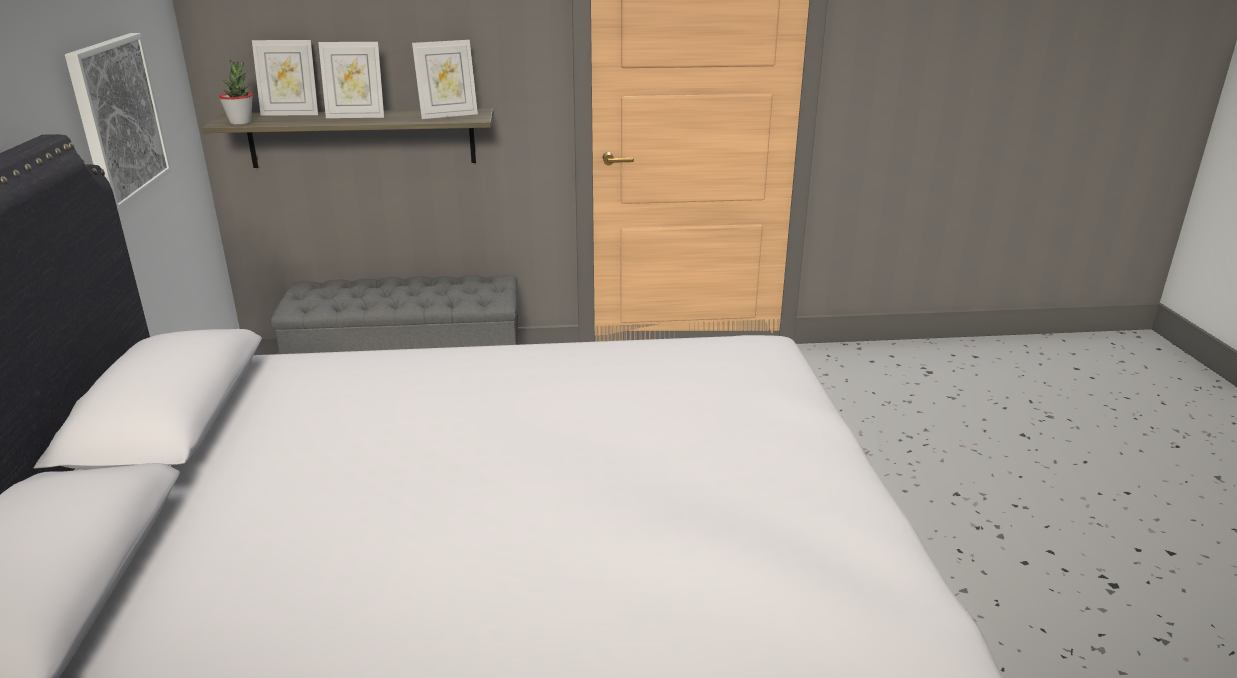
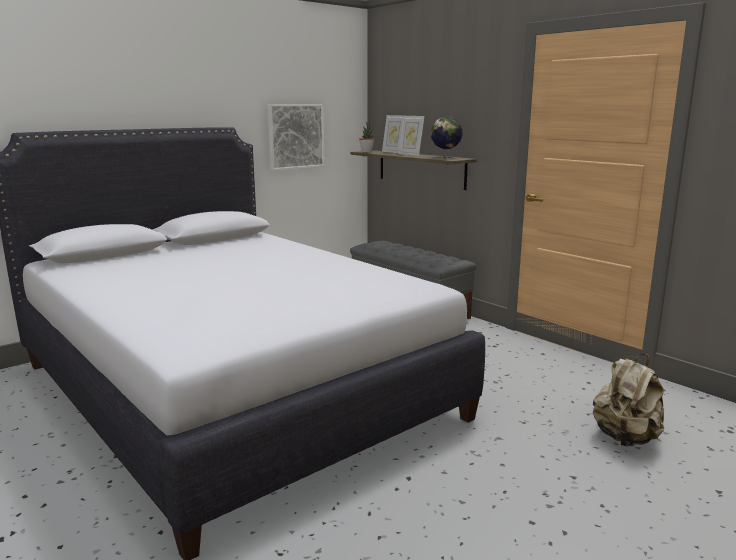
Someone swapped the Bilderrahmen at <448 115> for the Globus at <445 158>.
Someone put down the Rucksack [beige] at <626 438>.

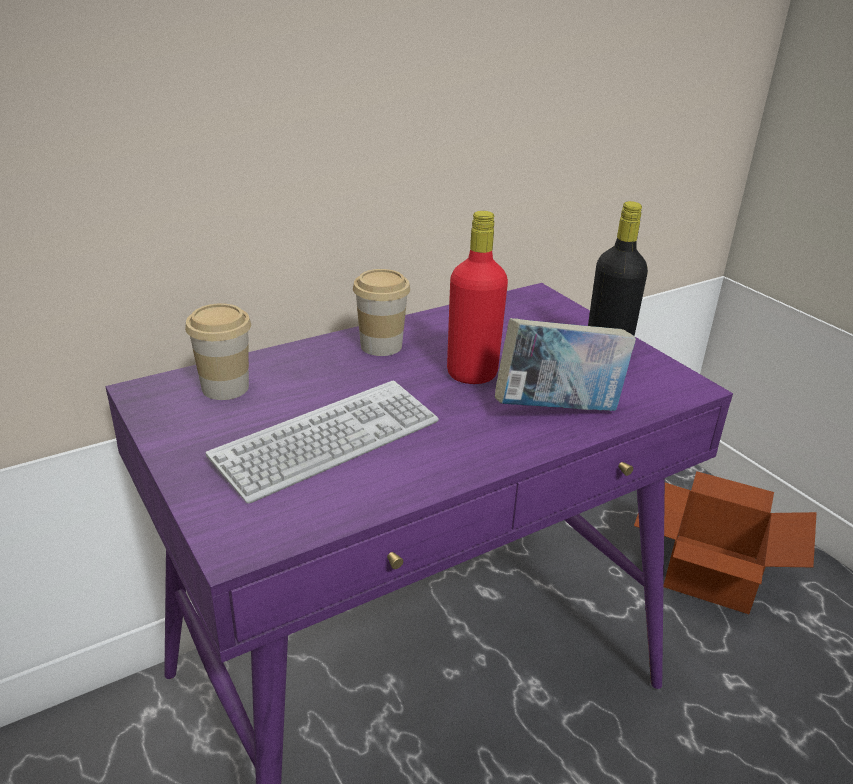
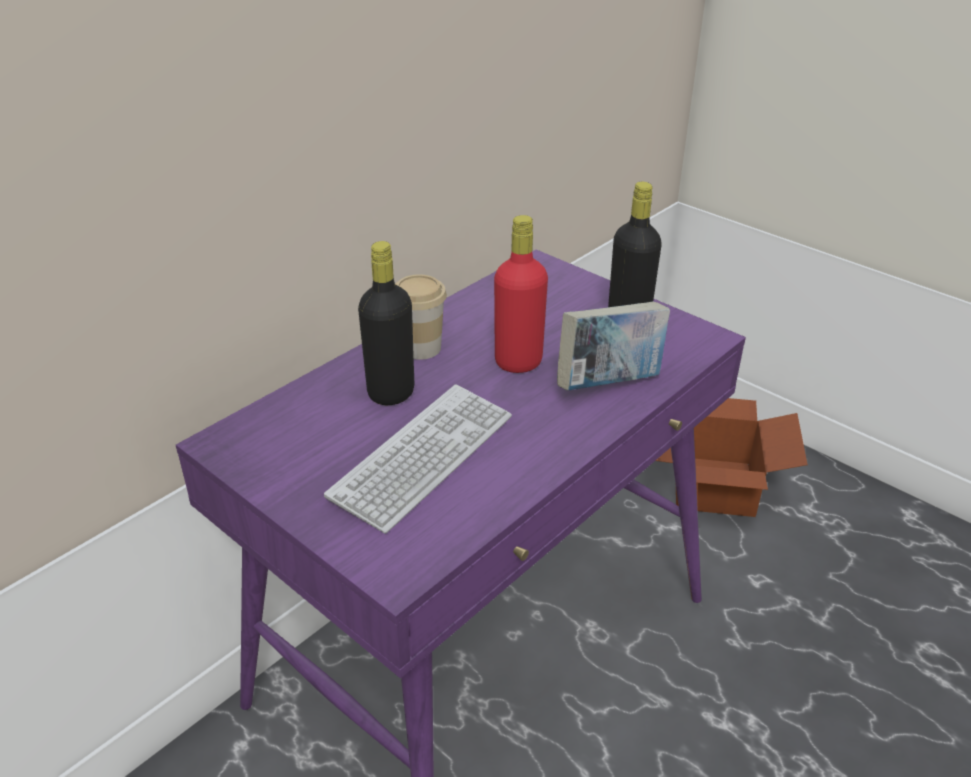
Someone put down the Flasche [schwarz] at <391 392>.
Someone took away the Tasse at <225 388>.

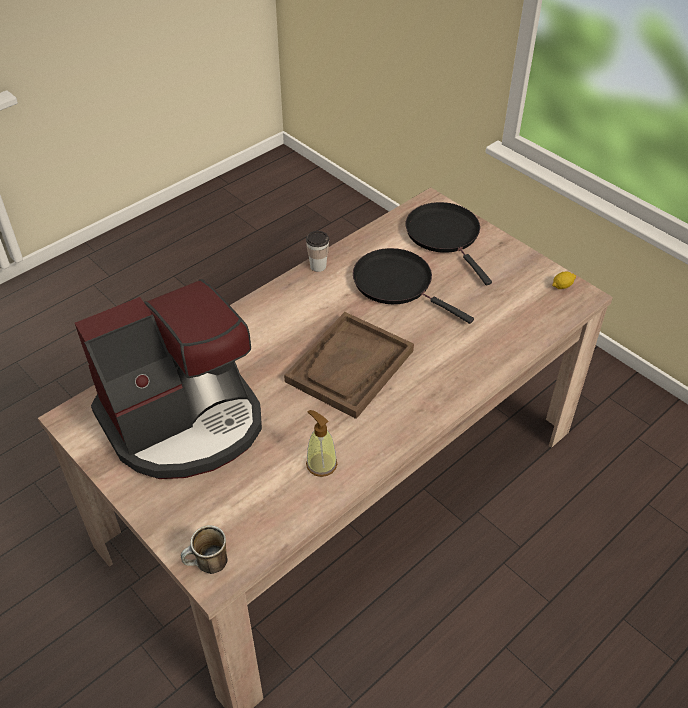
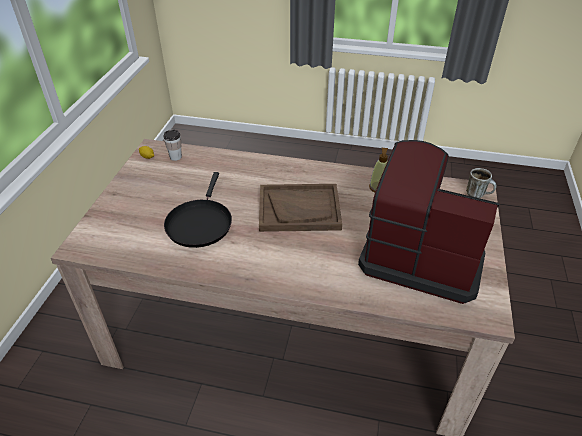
Someone carried the Tasse from <318 266> to <175 157>.
Someone took away the Pfanne [schwarz] at <445 235>.

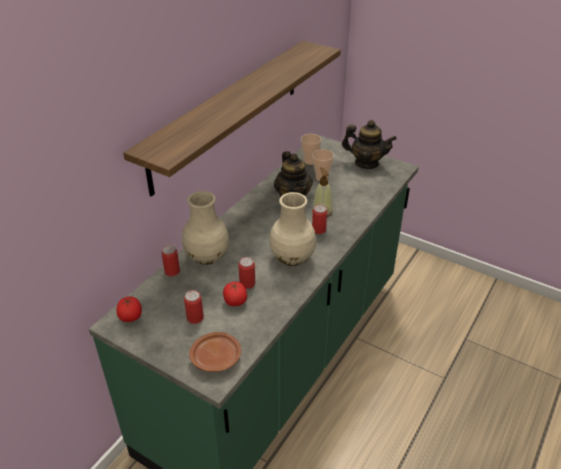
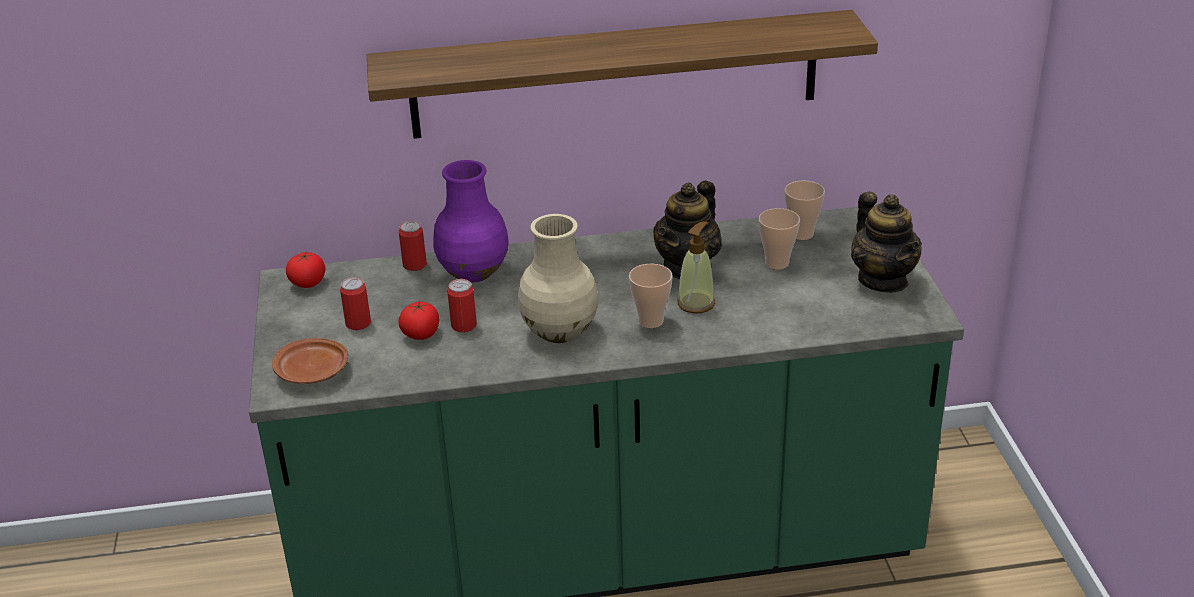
Someone repainted the Vase [beige] at <206 256>, which became the Vase [lila] at <473 271>.
Someone swapped the Dose at <319 230> for the Tasse at <651 321>.

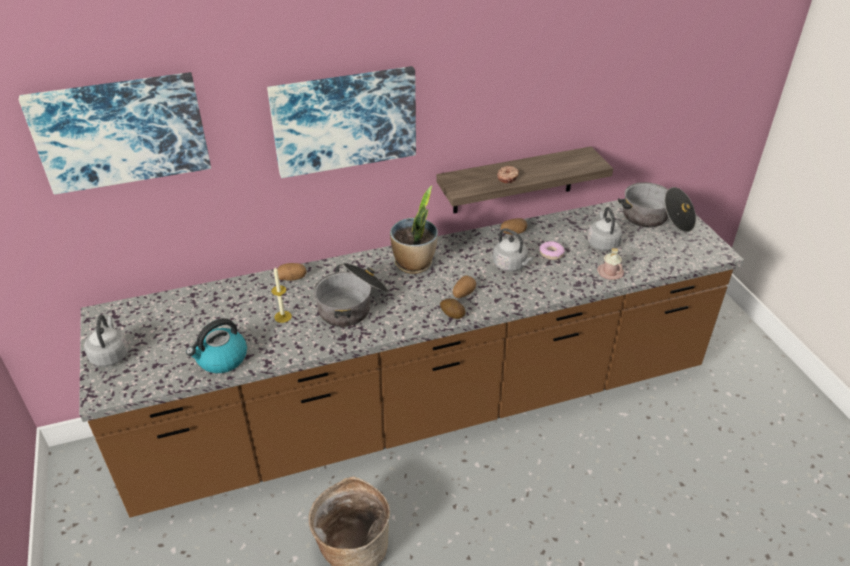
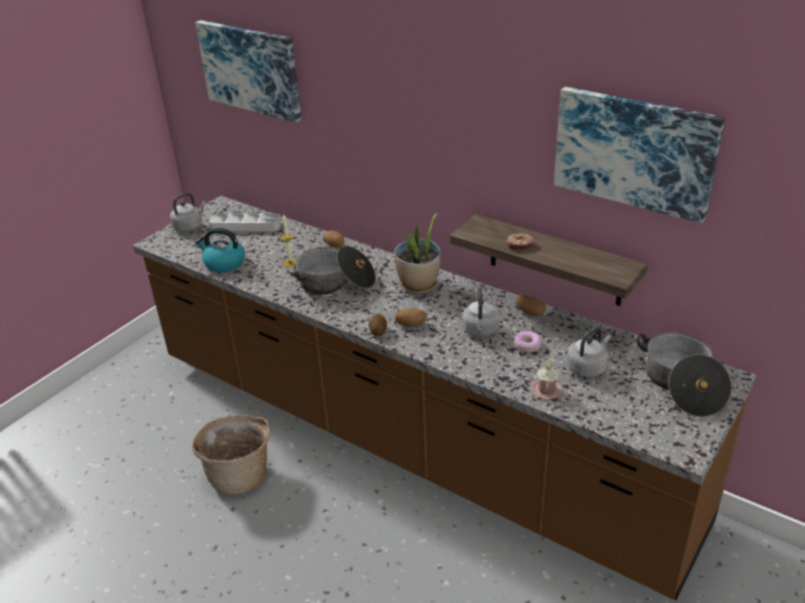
Someone put down the Tablett [grau] at <246 226>.
Someone carried the Bild from <344 120> to <635 151>.

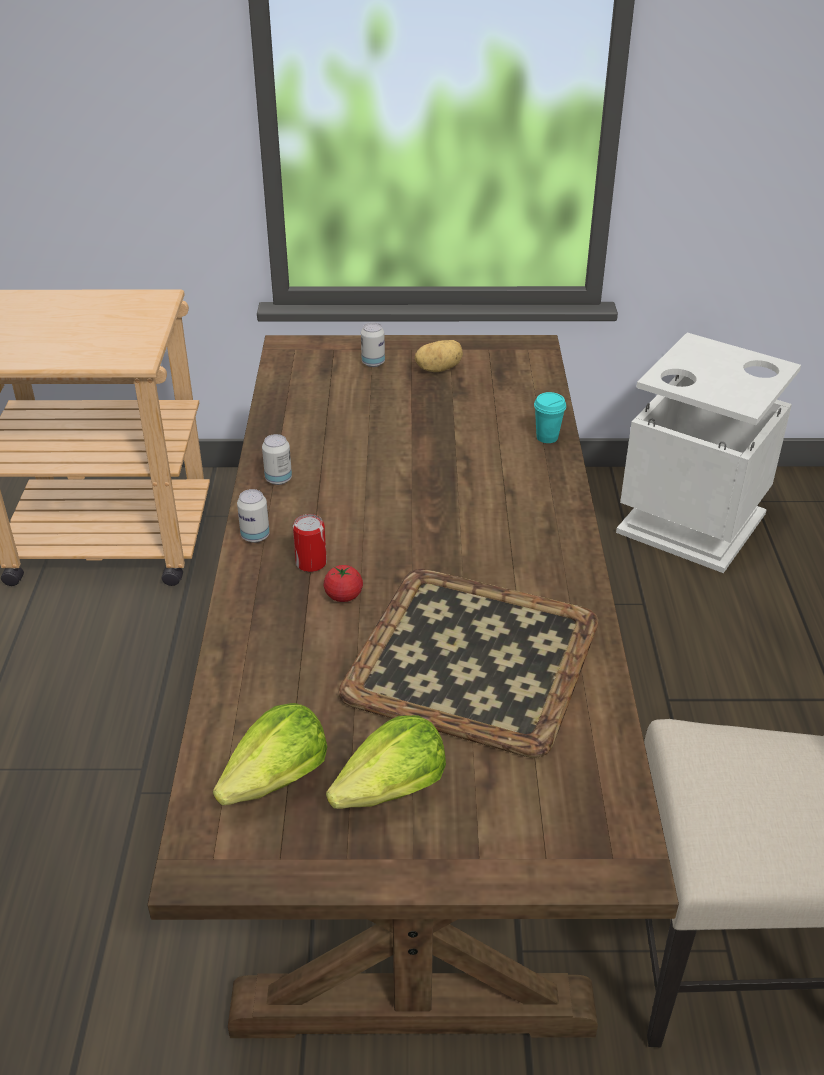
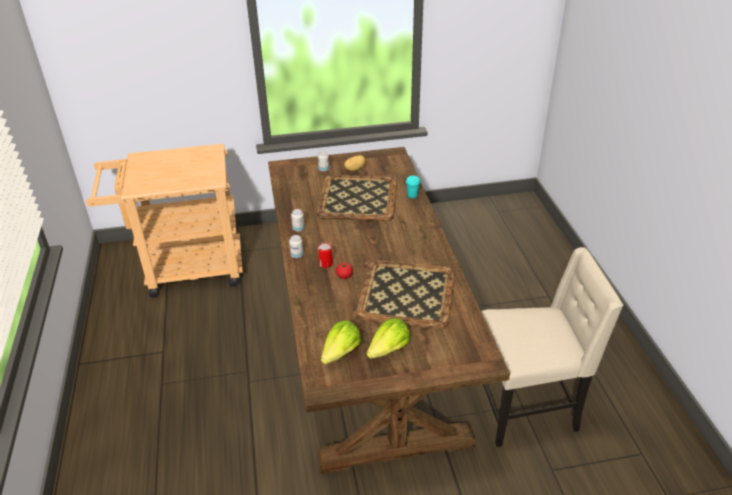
Someone put down the Tablett at <357 197>.
Someone took away the Mülleimer [weiß] at <693 523>.

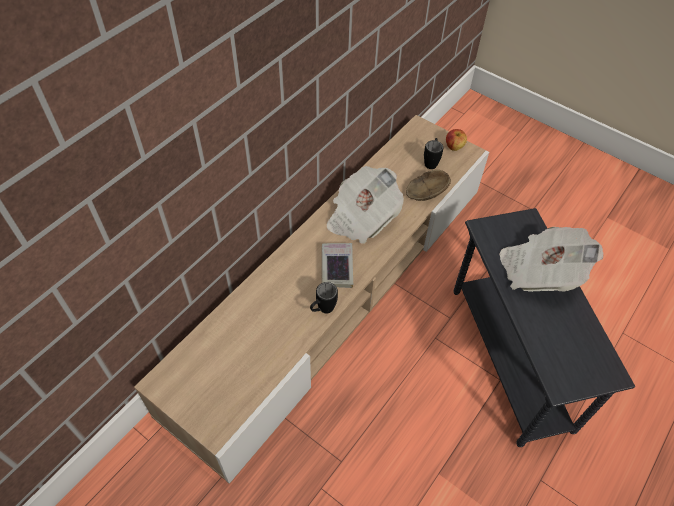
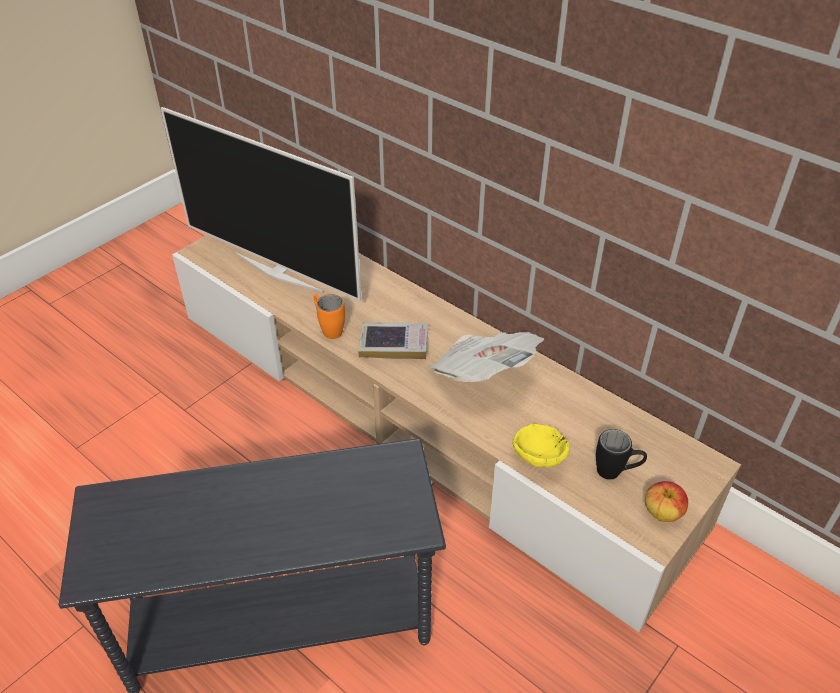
Someone put down the Fernseher at <279 271>.
Someone repainted the Henkelbecher [schwarz] at <322 310>, which became the Henkelbecher [orange] at <328 329>.
Someone repainted the Schüssel [braun] at <425 193>, which became the Schüssel [gelb] at <539 455>.
Someone took away the Zeitung at <540 271>.

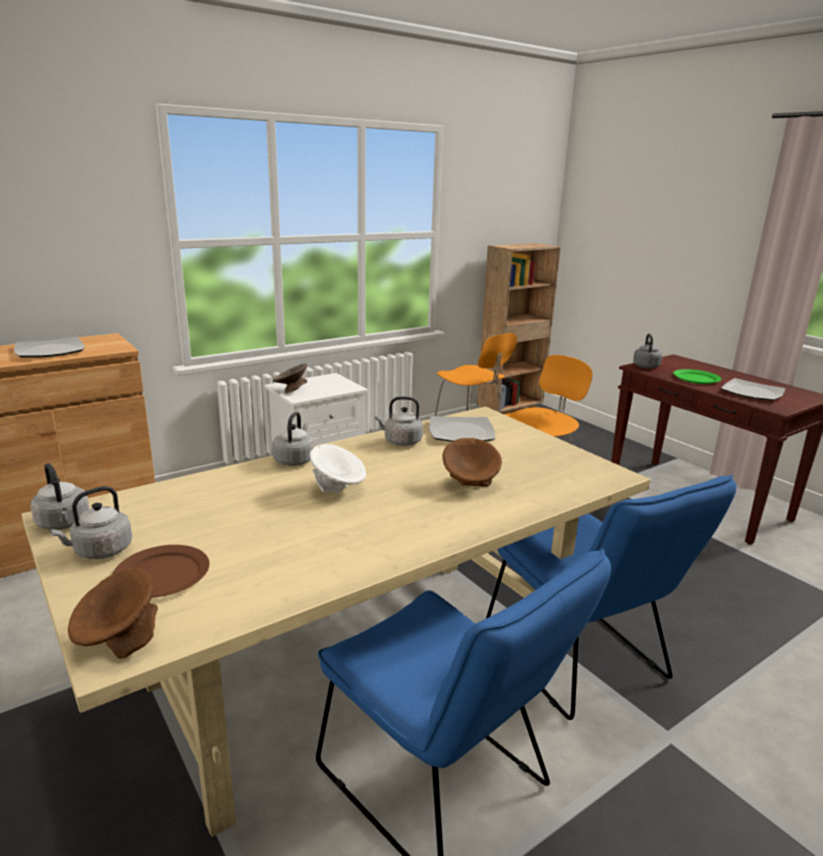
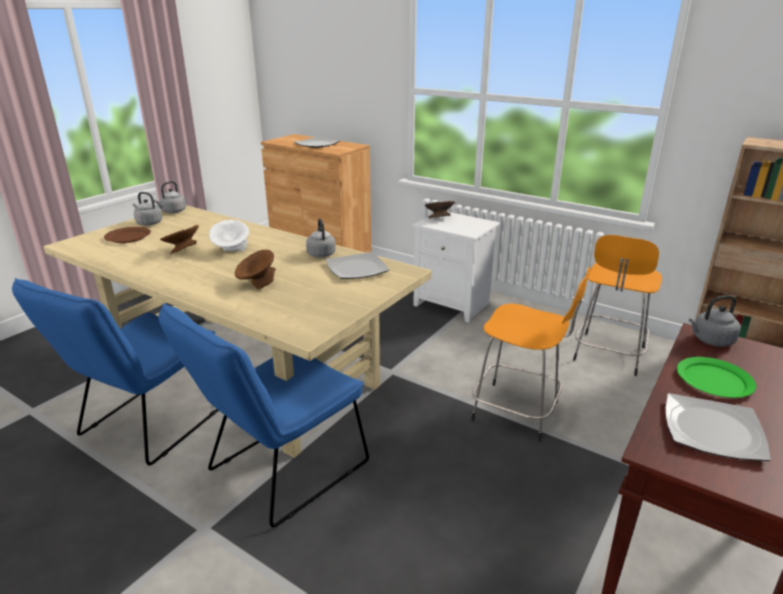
Someone carried the Schüssel [braun] from <118 641> to <182 250>.
Someone took away the Wasserkessel [grau] at <294 460>.

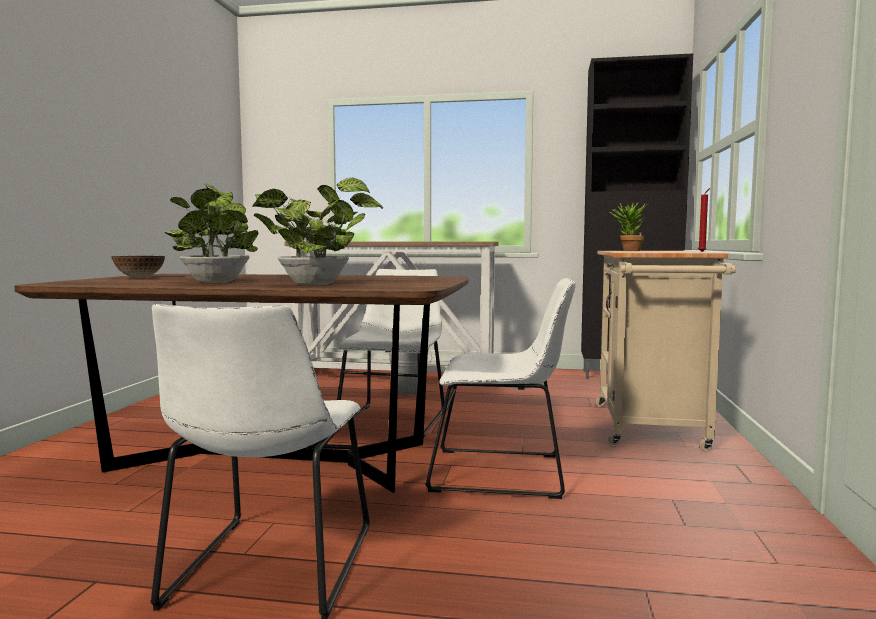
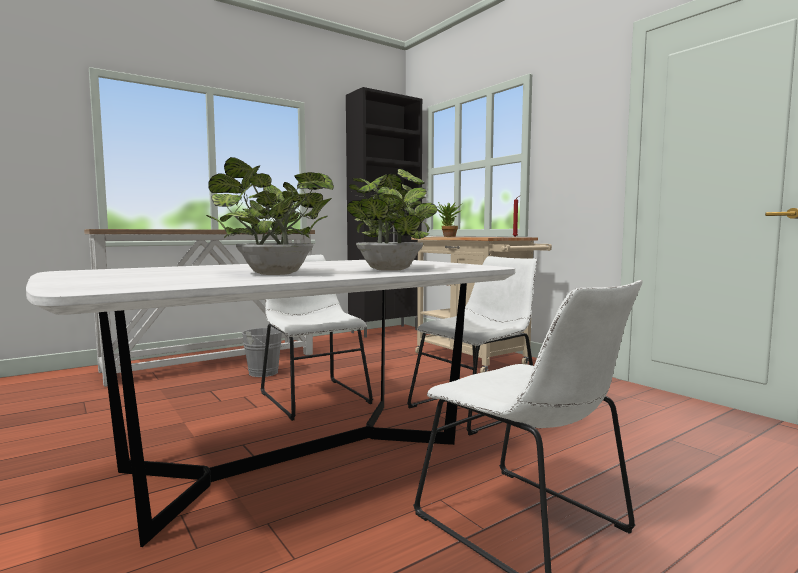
Someone repainted the Esstisch [braun] at <272 457>, which became the Esstisch [weiß] at <296 457>.
Someone took away the Schüssel at <140 277>.

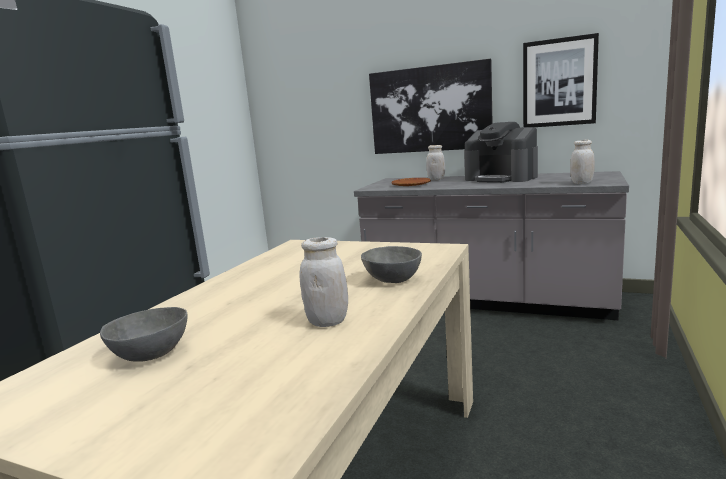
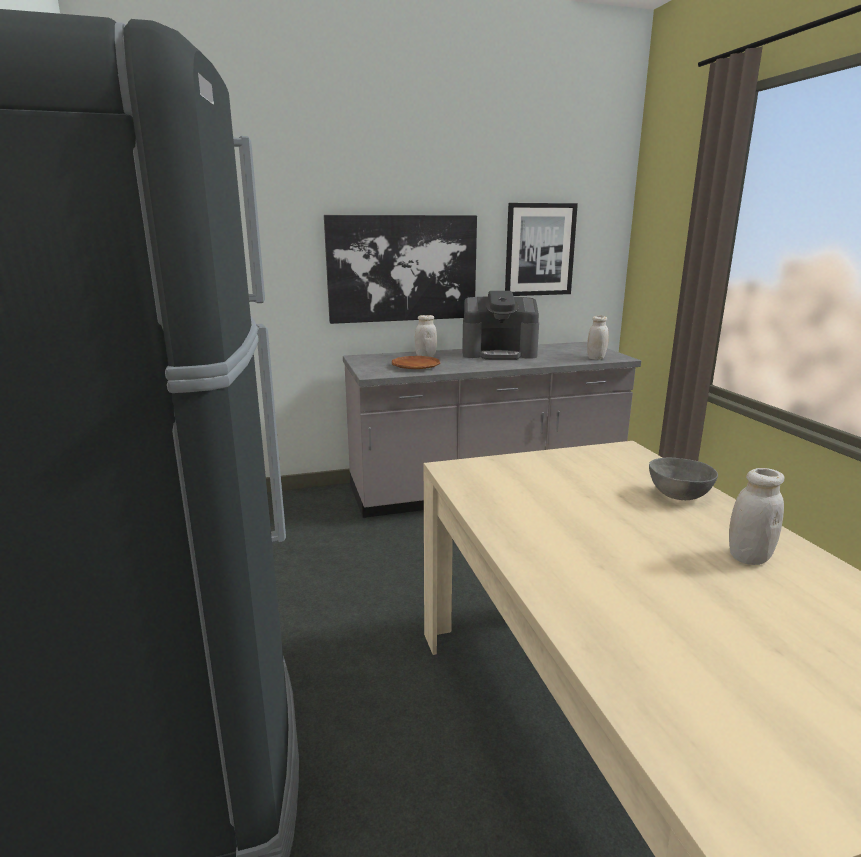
Someone took away the Schüssel [grau] at <152 355>.

